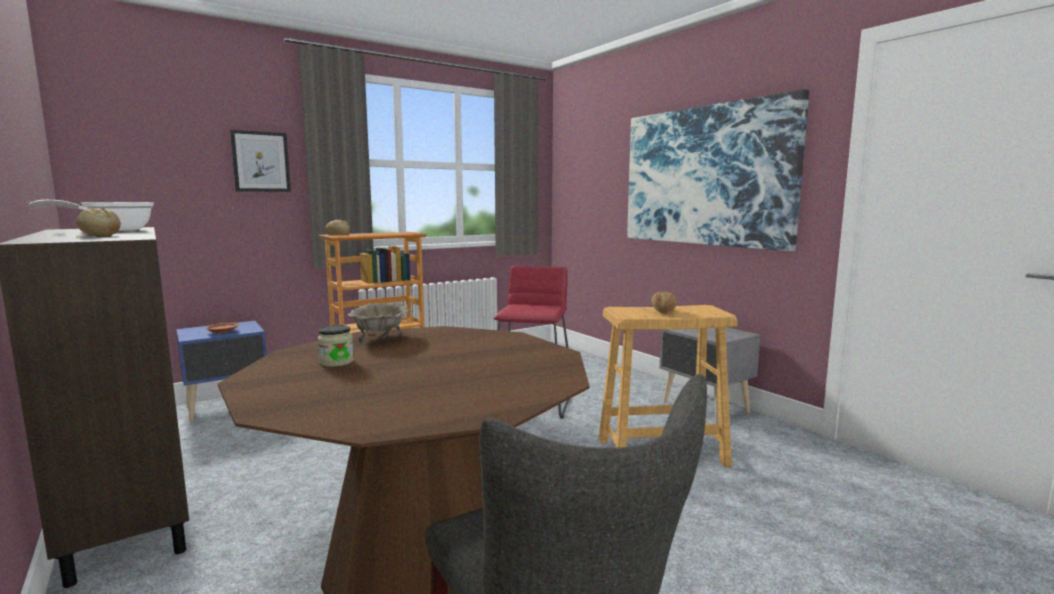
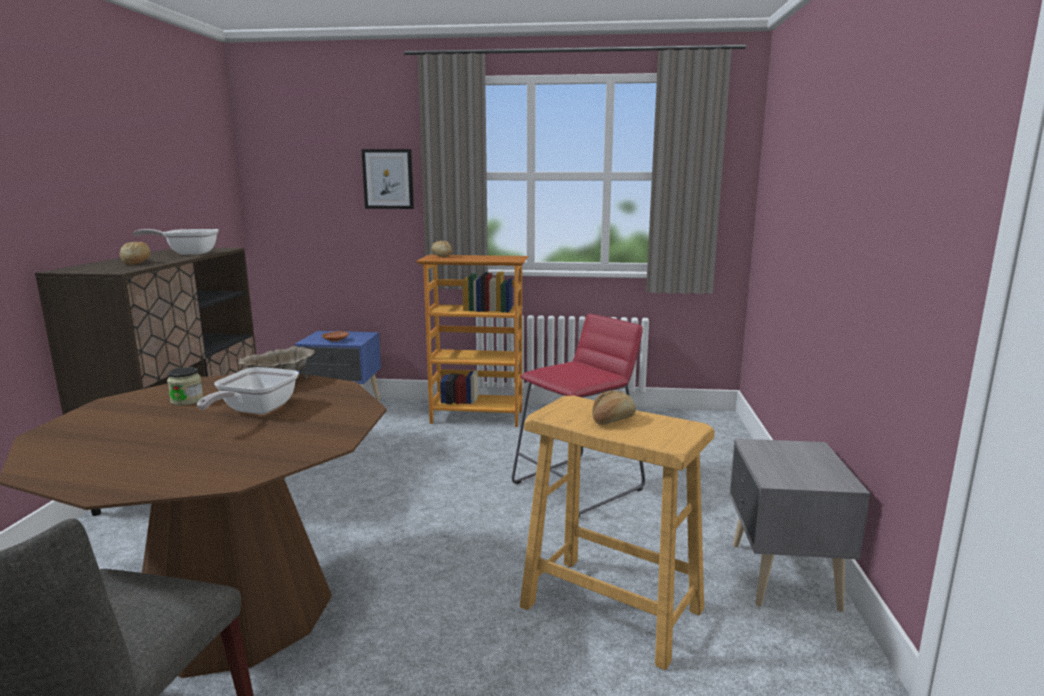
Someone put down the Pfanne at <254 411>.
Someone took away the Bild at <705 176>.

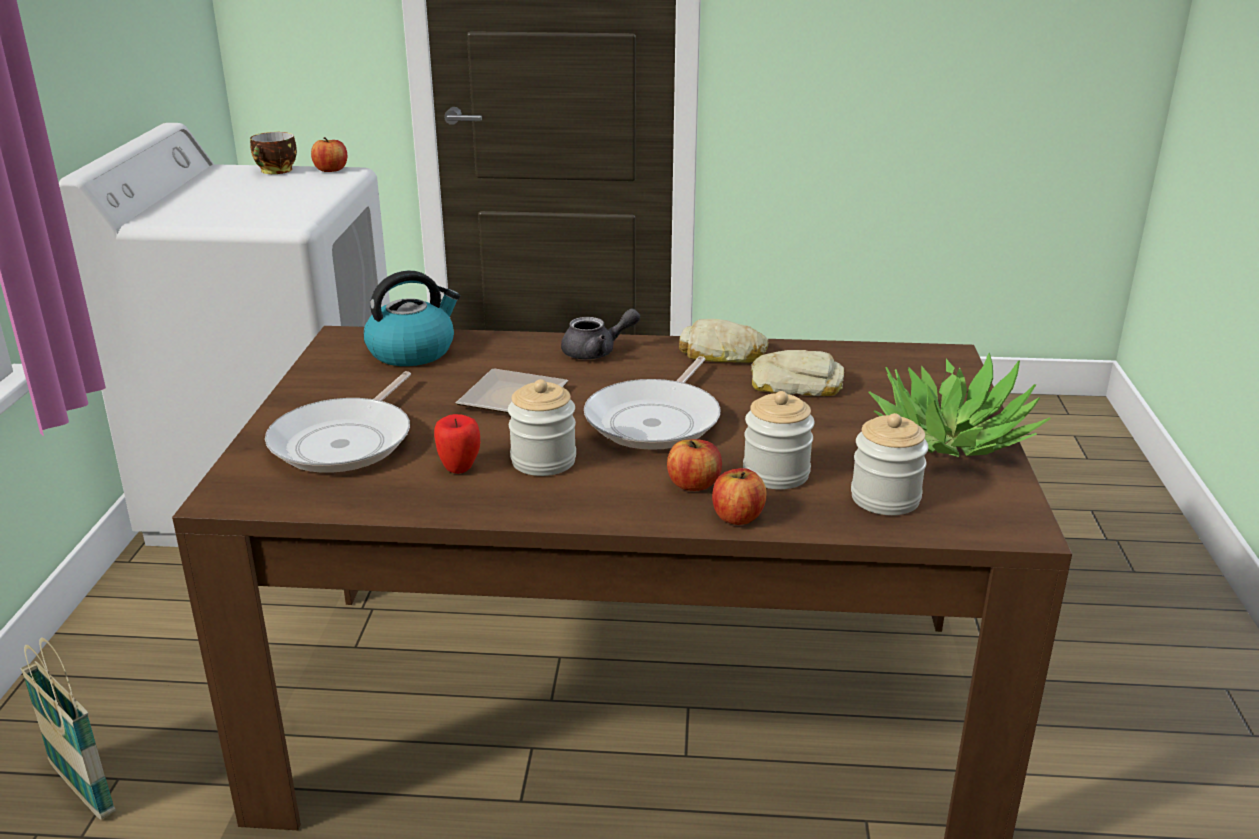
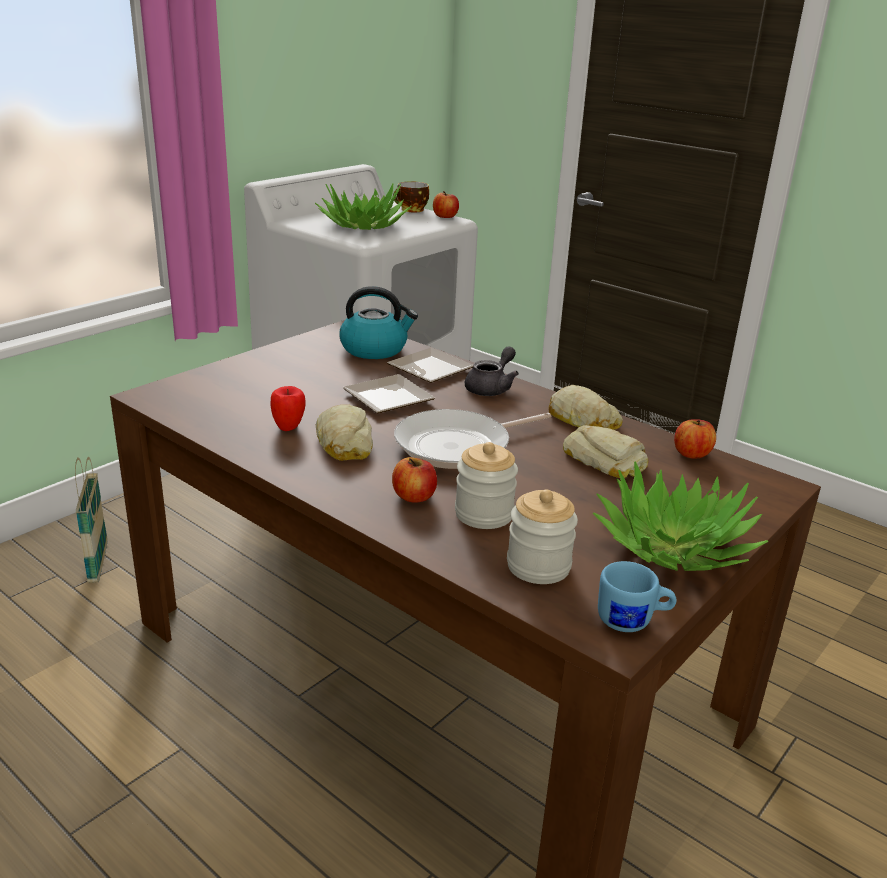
Someone put down the Topfpflanze at <363 225>.
Someone swapped the Vorratsglas at <543 461> for the Brot at <344 443>.
Someone put down the Teller at <430 371>.
Someone rotated the Teekanne [grau] at <597 352> by 75 degrees counterclockwise.
Someone put down the Henkelbecher [blau] at <632 621>.
Someone carried the Apfel from <737 517> to <691 454>.
Someone took away the Pfanne at <346 441>.

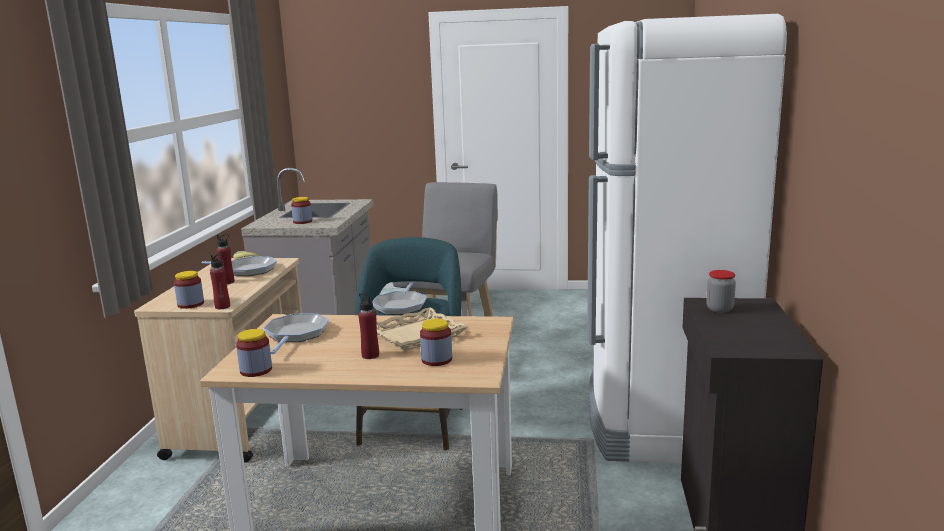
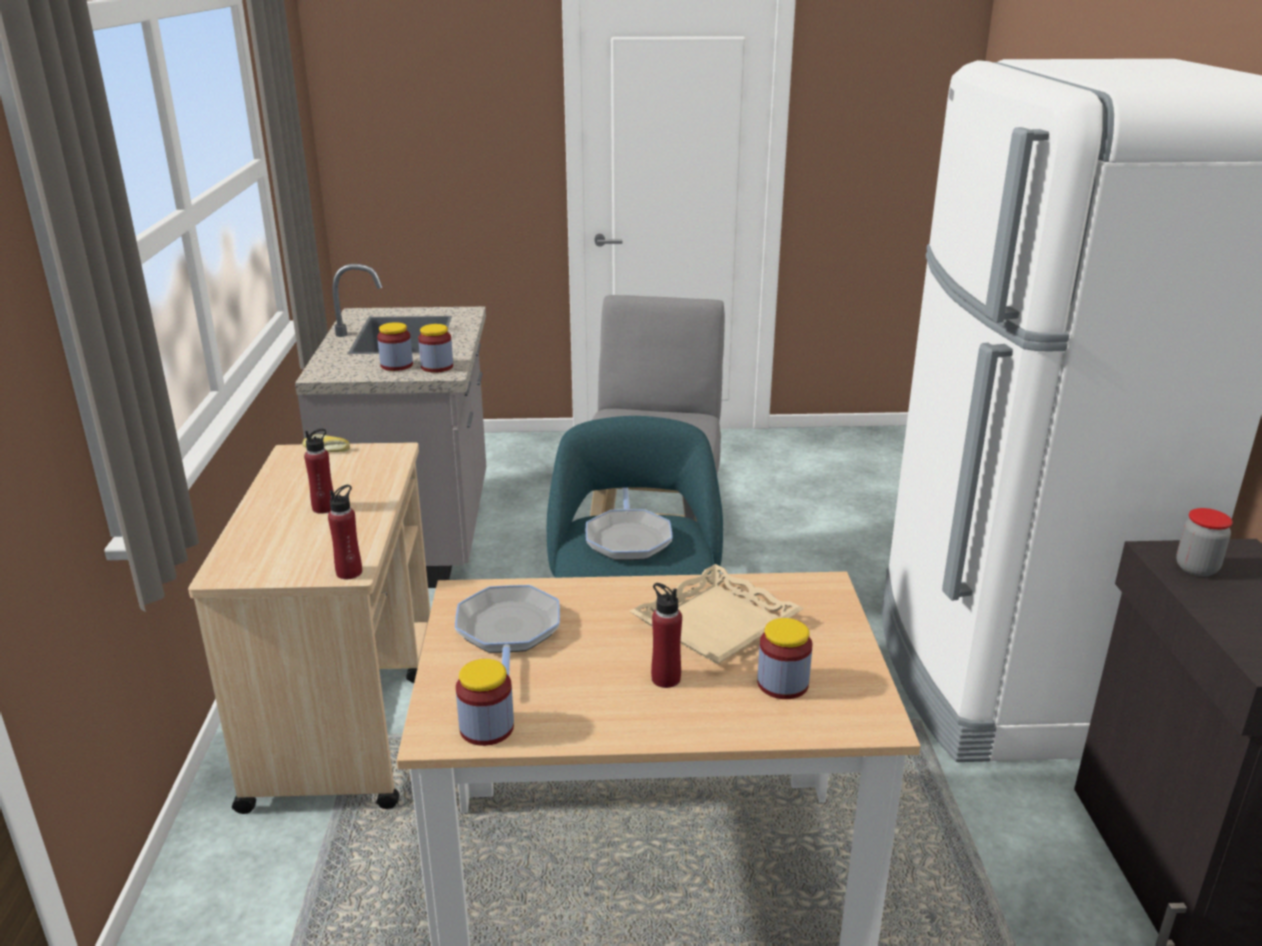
Someone carried the Vorratsglas from <191 304> to <437 367>.
Someone took away the Pfanne at <248 270>.

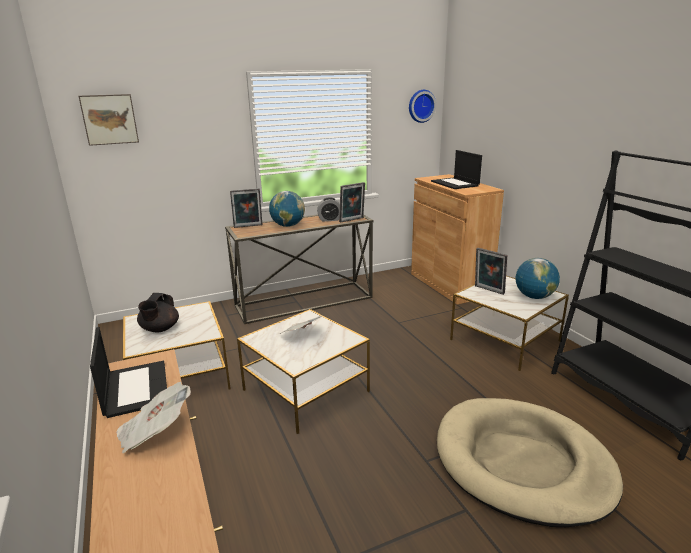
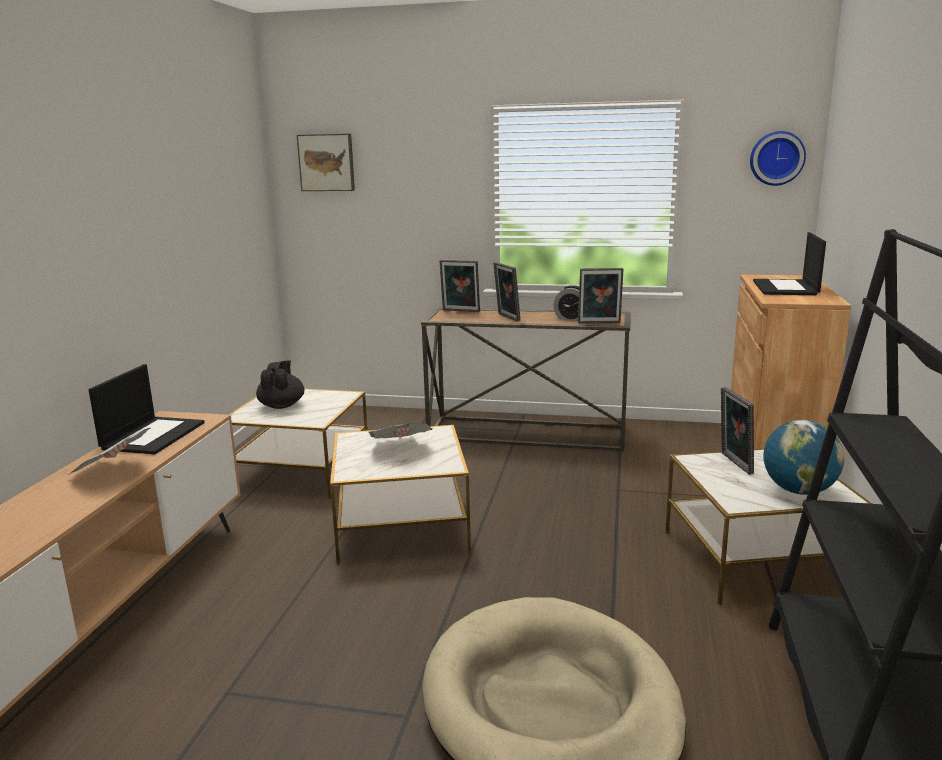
Someone rotated the Teekanne [schwarz] at <159 329> by 135 degrees clockwise.
Someone swapped the Globus at <288 226> for the Bilderrahmen at <507 317>.

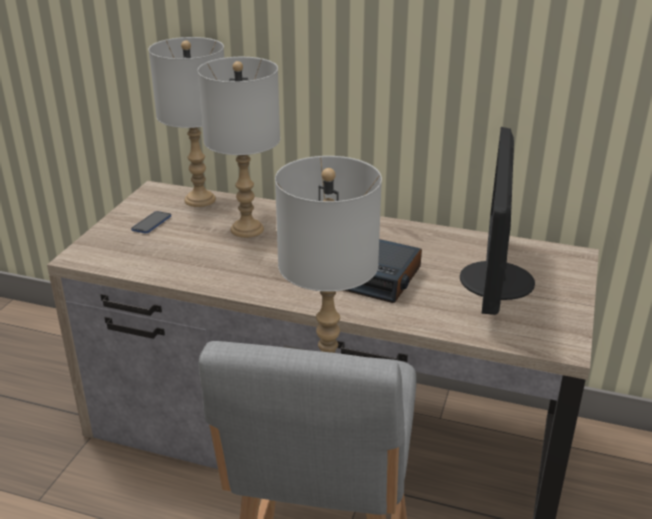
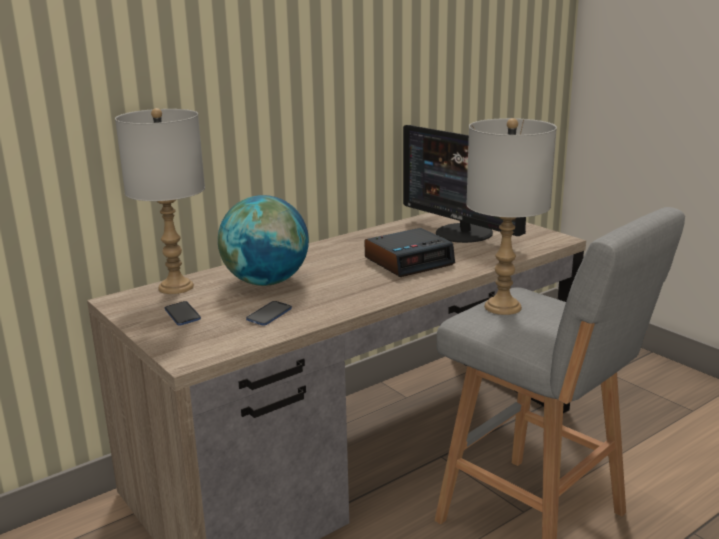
Someone swapped the Tischlampe [grau] at <247 229> for the Globus at <266 282>.
Someone put down the Handy at <269 314>.

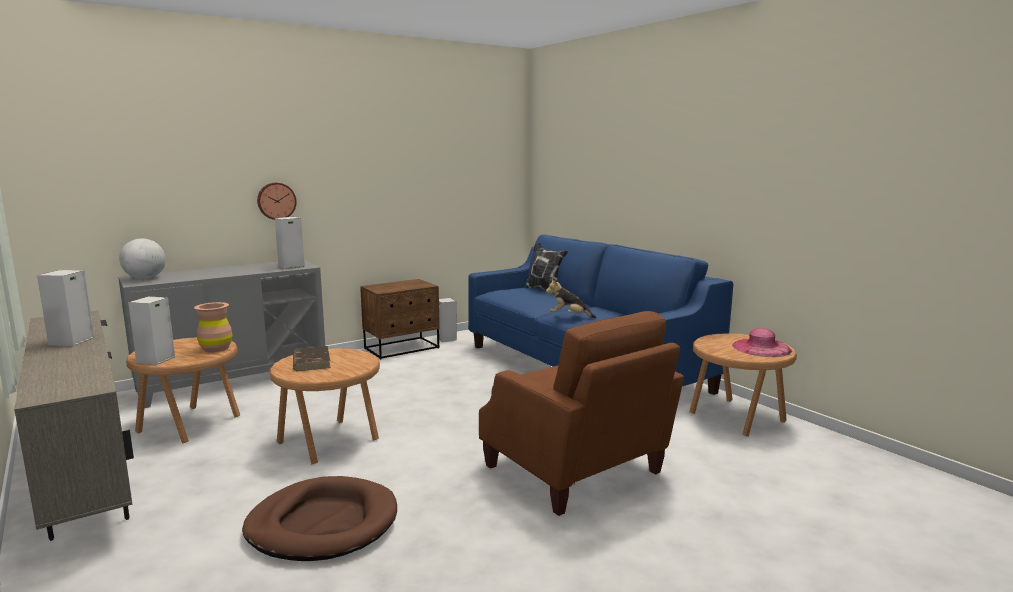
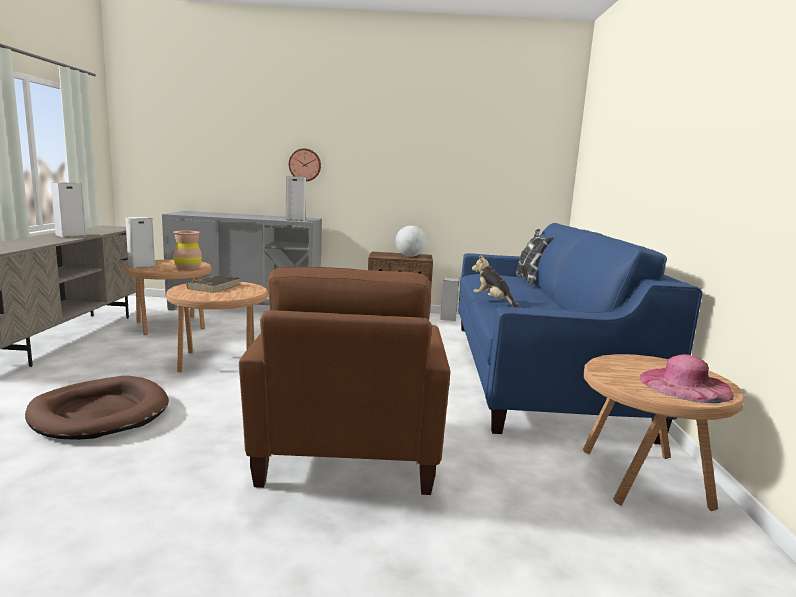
Someone carried the Globus from <145 278> to <409 256>.

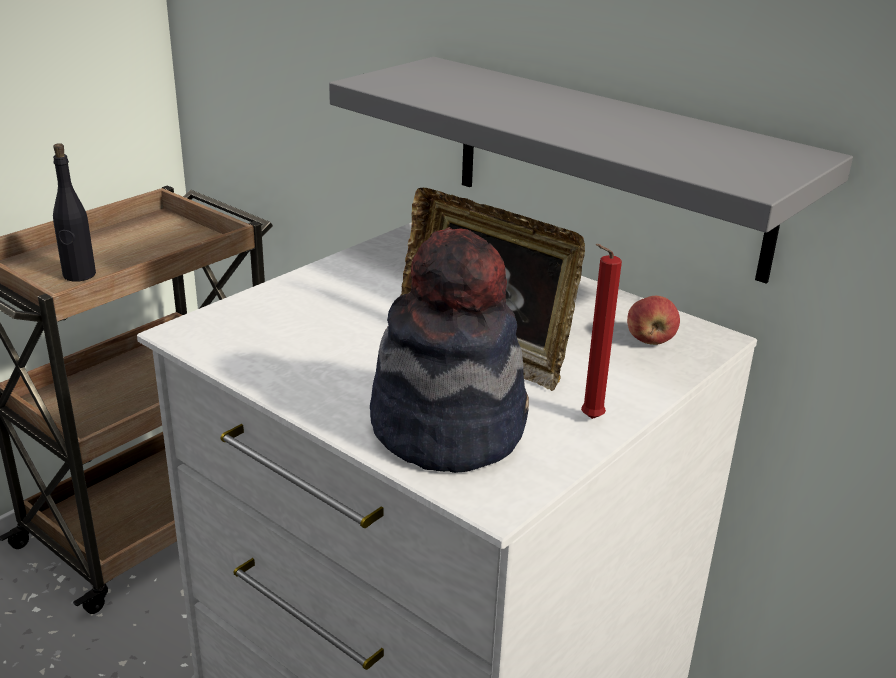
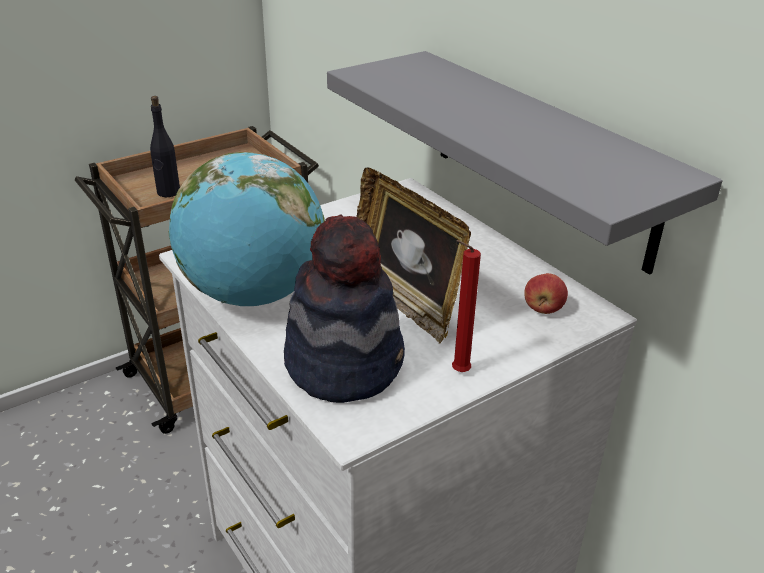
Someone put down the Globus at <254 295>.

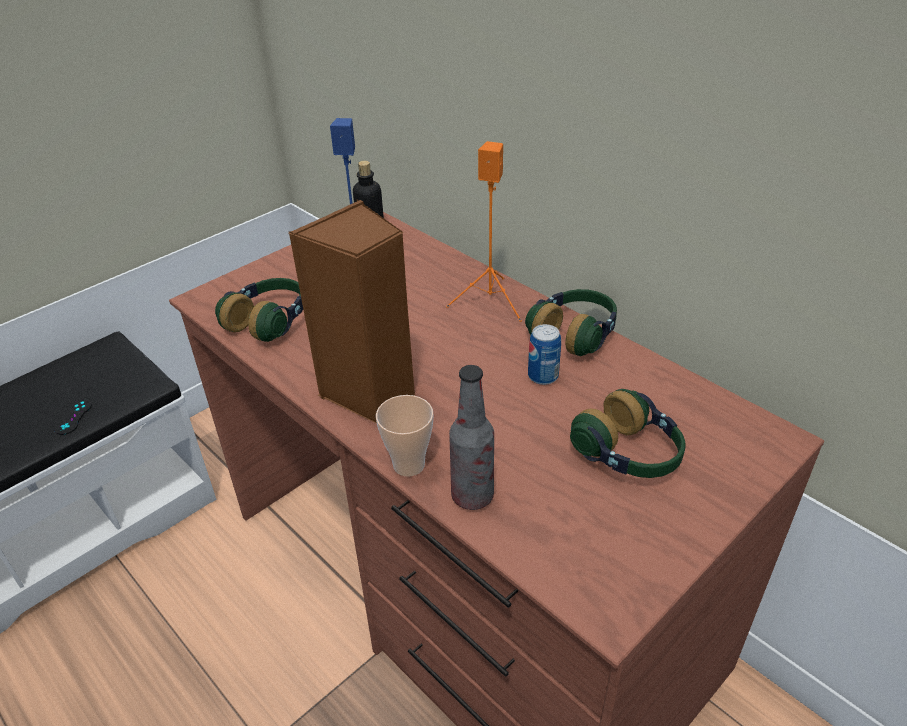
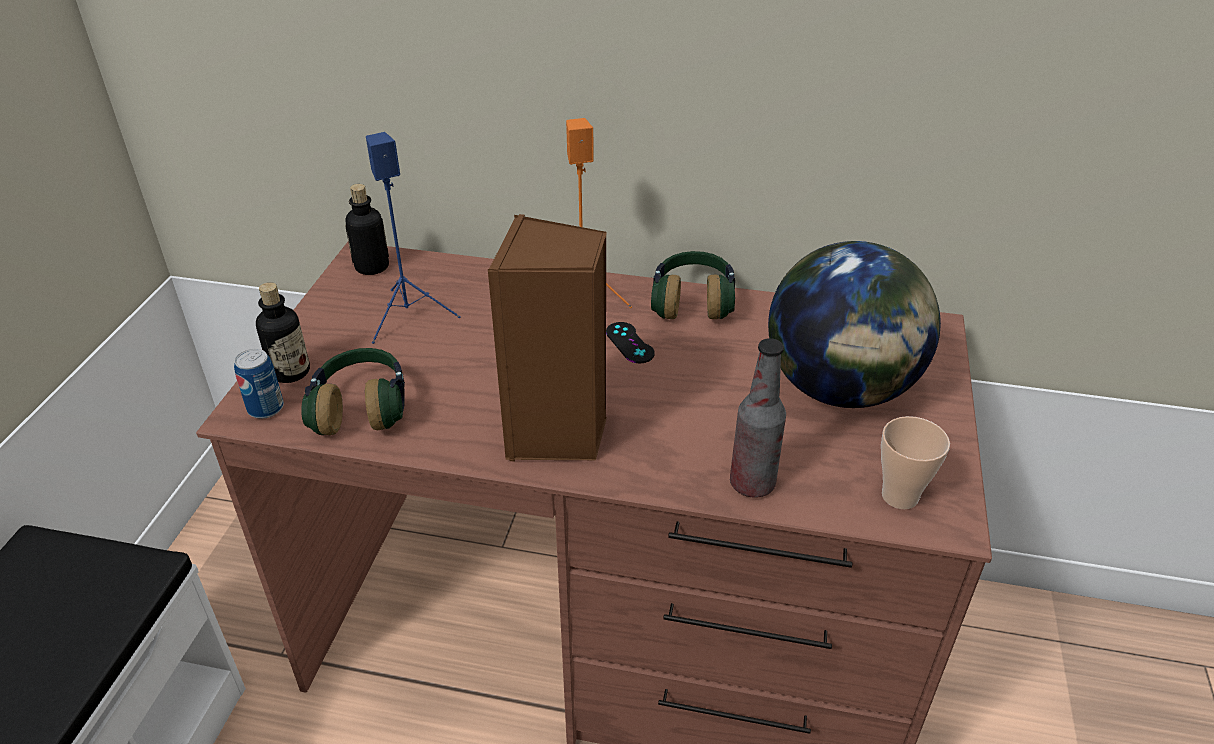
Someone carried the Dose from <543 376> to <265 408>.
Someone put down the Flasche at <290 372>.
Someone carried the Gamepad [schwarz] from <73 417> to <629 343>.
Someone swapped the Kopfhörer at <629 454> for the Globus at <840 388>.
Someone carried the Tasse from <409 465> to <899 496>.

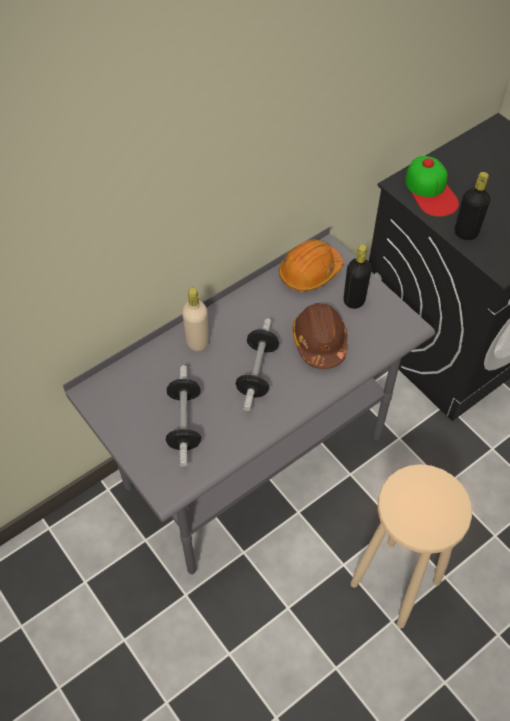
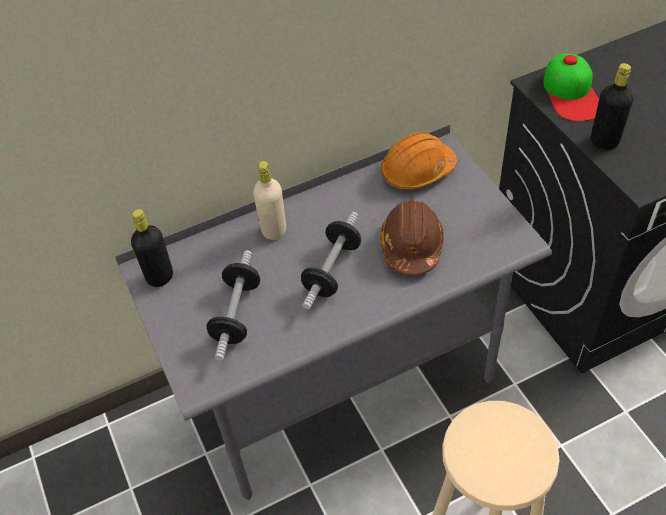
Someone carried the Flasche [schwarz] from <354 300> to <160 277>.

